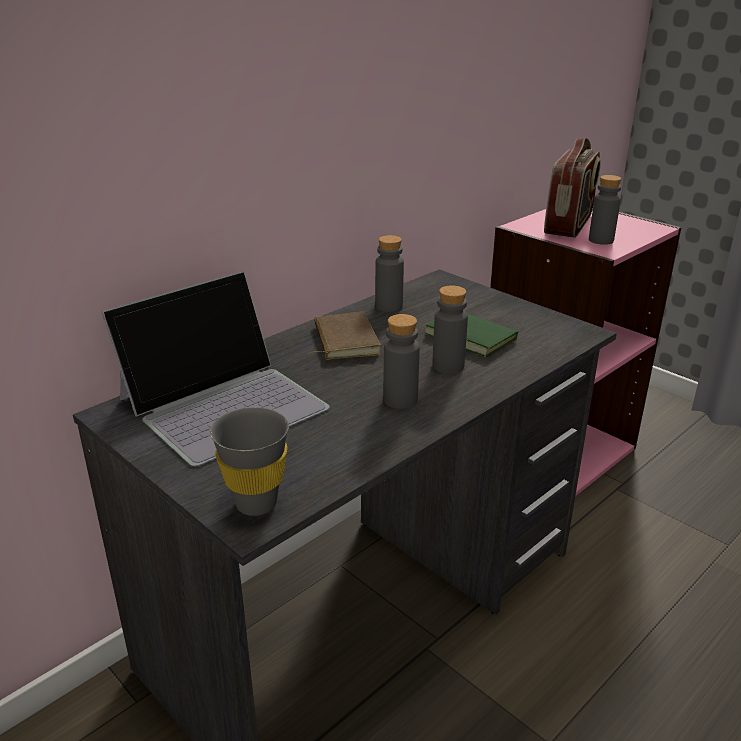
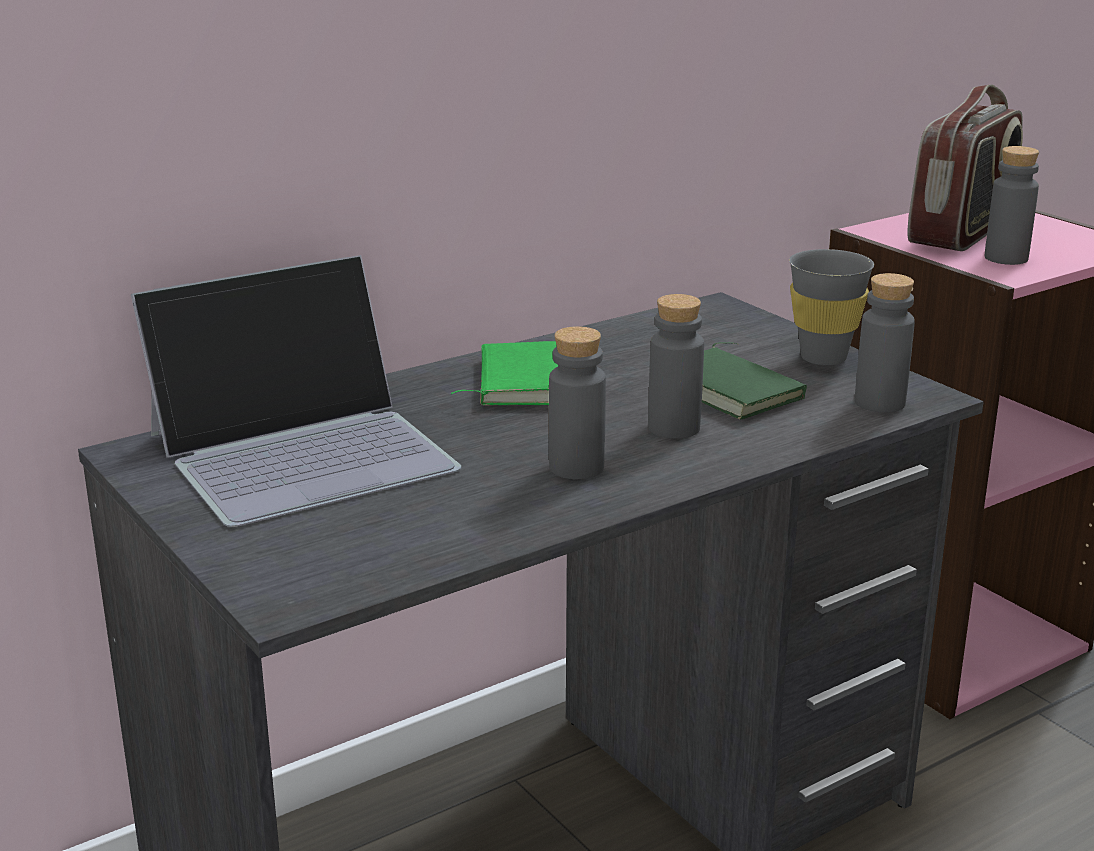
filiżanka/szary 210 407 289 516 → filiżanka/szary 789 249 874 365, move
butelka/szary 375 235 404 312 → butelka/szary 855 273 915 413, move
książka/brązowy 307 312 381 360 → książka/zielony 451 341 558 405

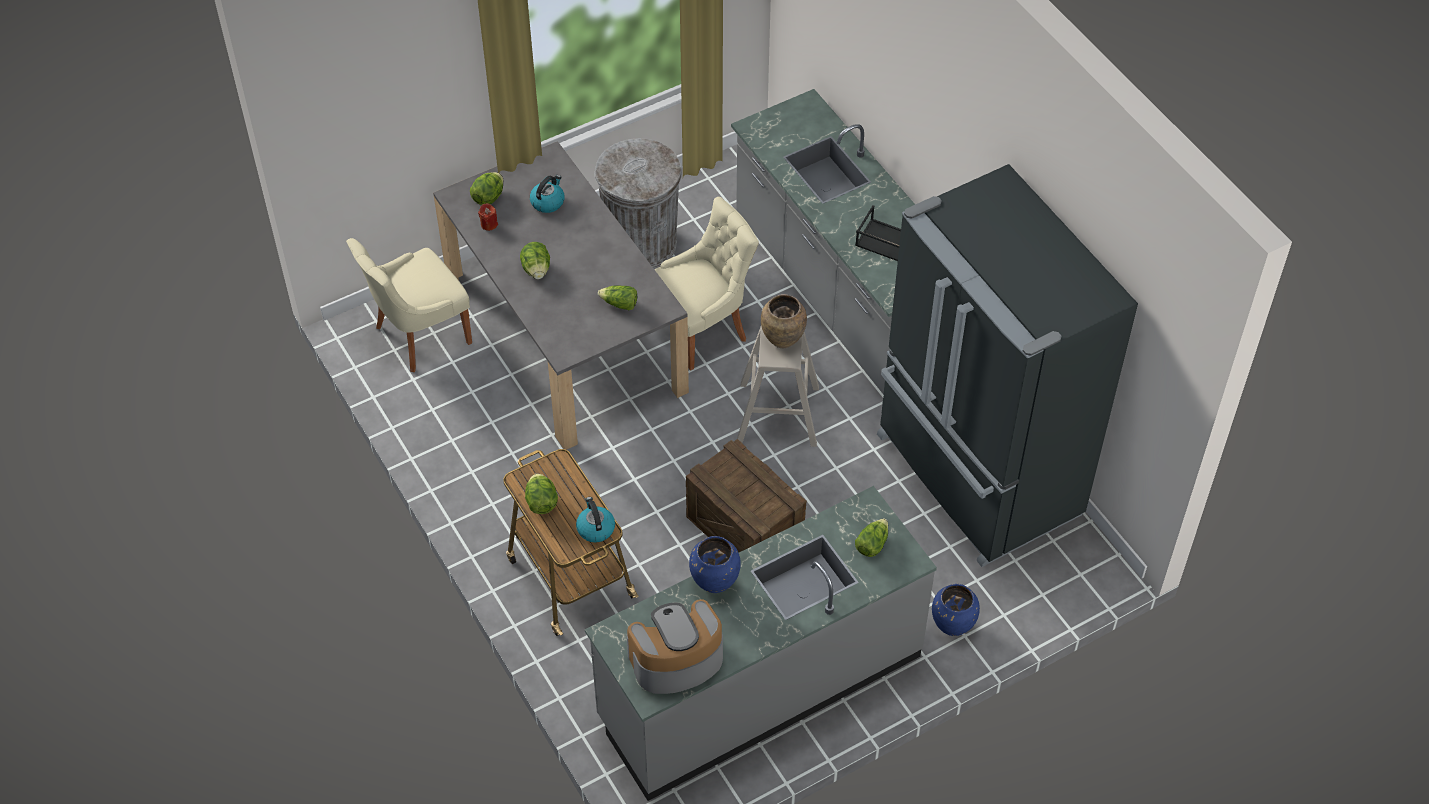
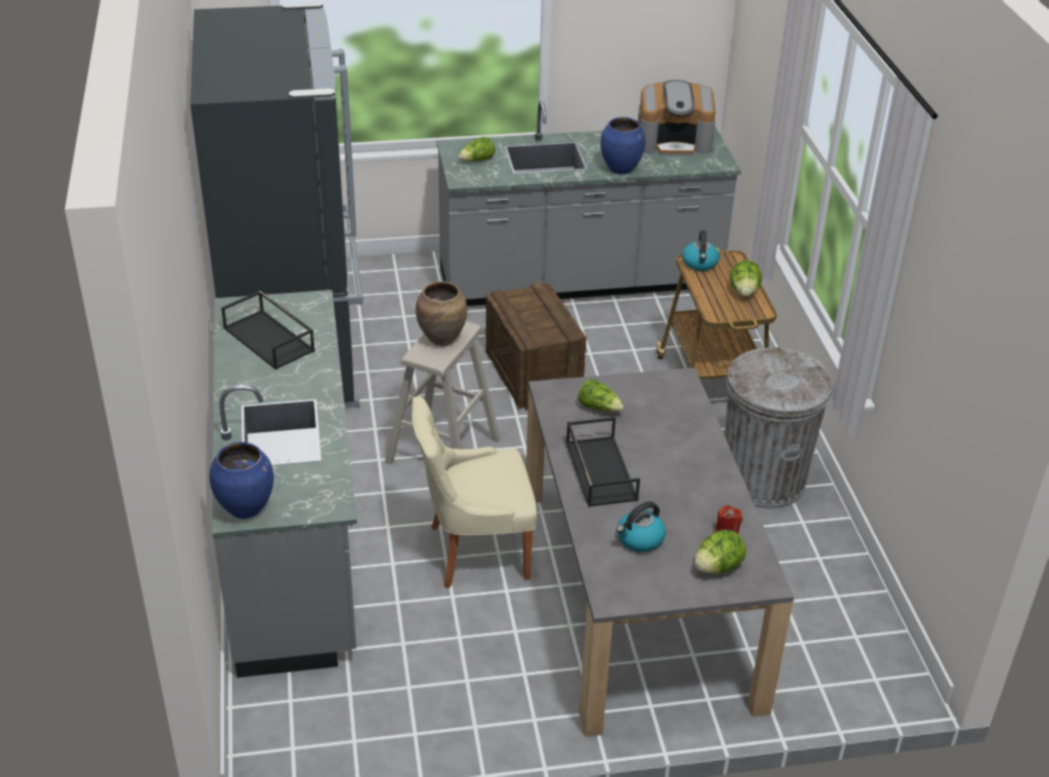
krzesło/beżowy 346 238 472 372 → -
sałata 520 242 550 279 → -
- → taca/czarny 566 417 640 507
kosz na śmieci/szary 594 138 682 268 → kosz na śmieci/szary 725 347 834 509, move
wazon/niebieski 932 584 980 636 → wazon/niebieski 209 442 274 519, move

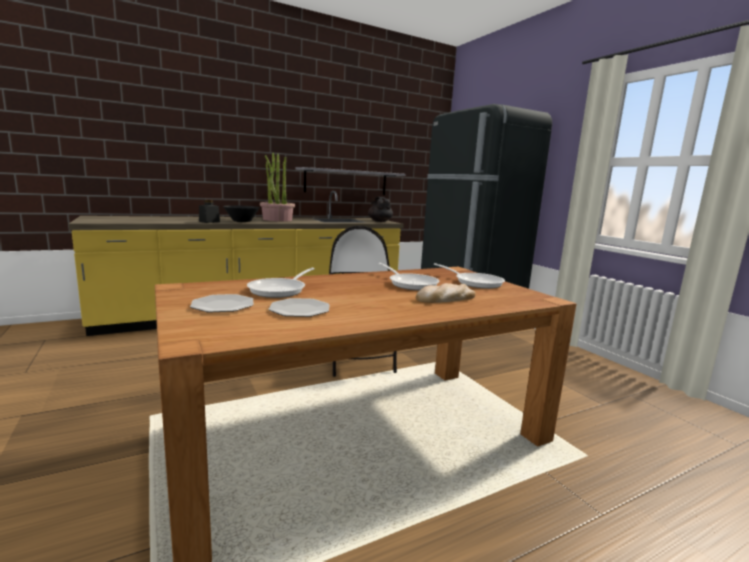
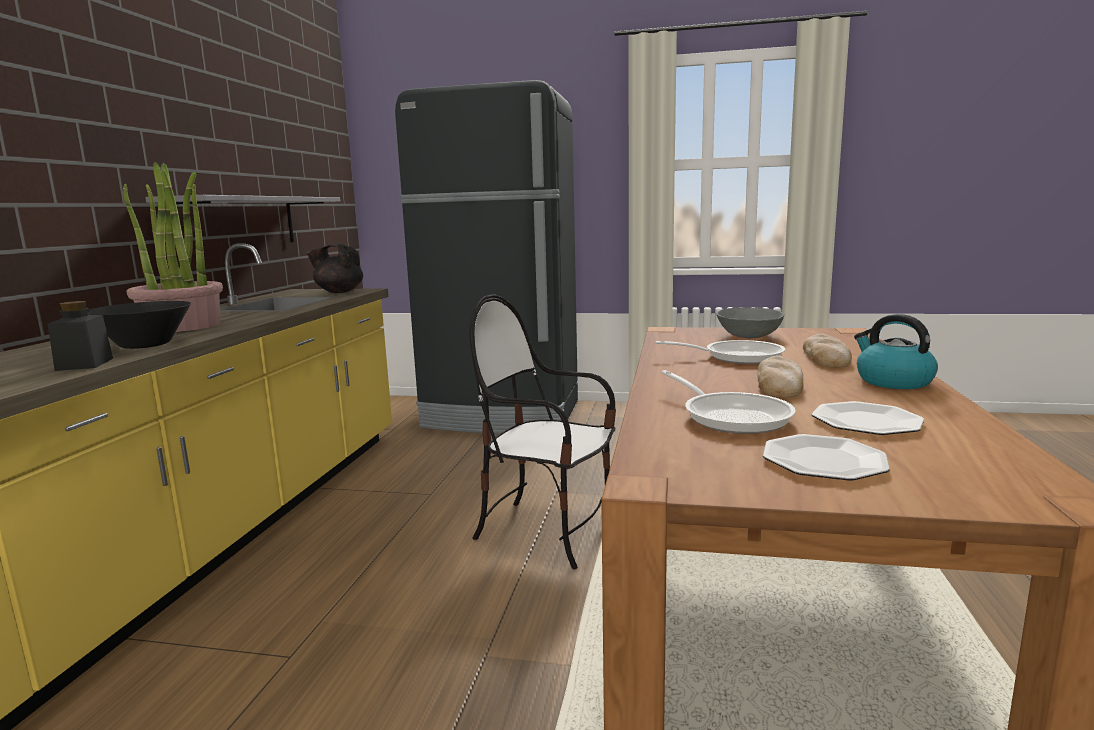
- → chleb 757 355 804 399
- → czajnik 854 314 938 389
patelnia 434 263 505 289 → miska/szary 716 307 784 338

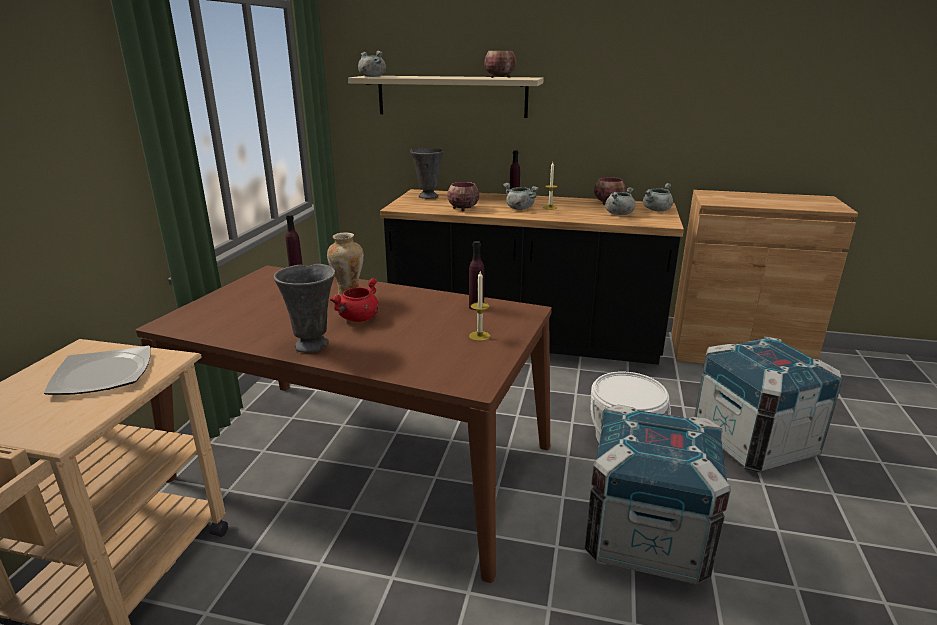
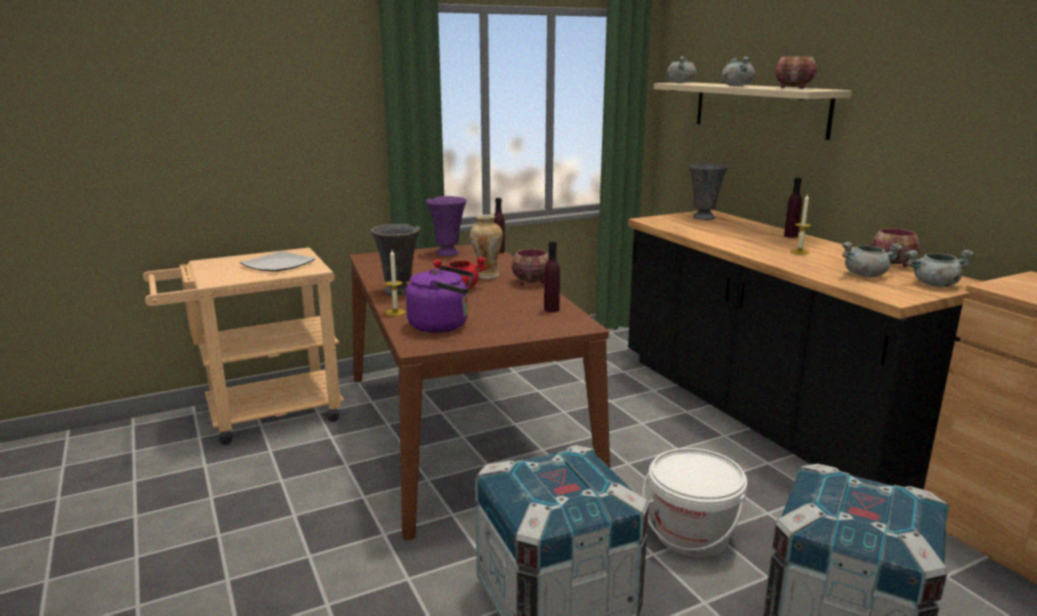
- → czajnik/fioletowy 406 265 473 333
- → wazon/fioletowy 426 196 467 256
miska 447 182 479 211 → miska 512 249 549 285, move
świeca 469 271 490 341 → świeca 385 250 406 316, move
garnek/szary 503 183 539 210 → garnek/szary 721 56 755 86, move

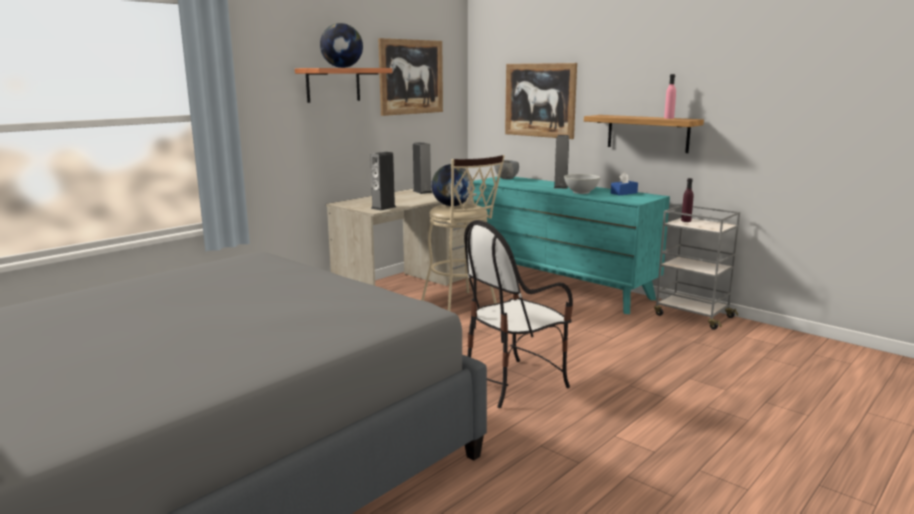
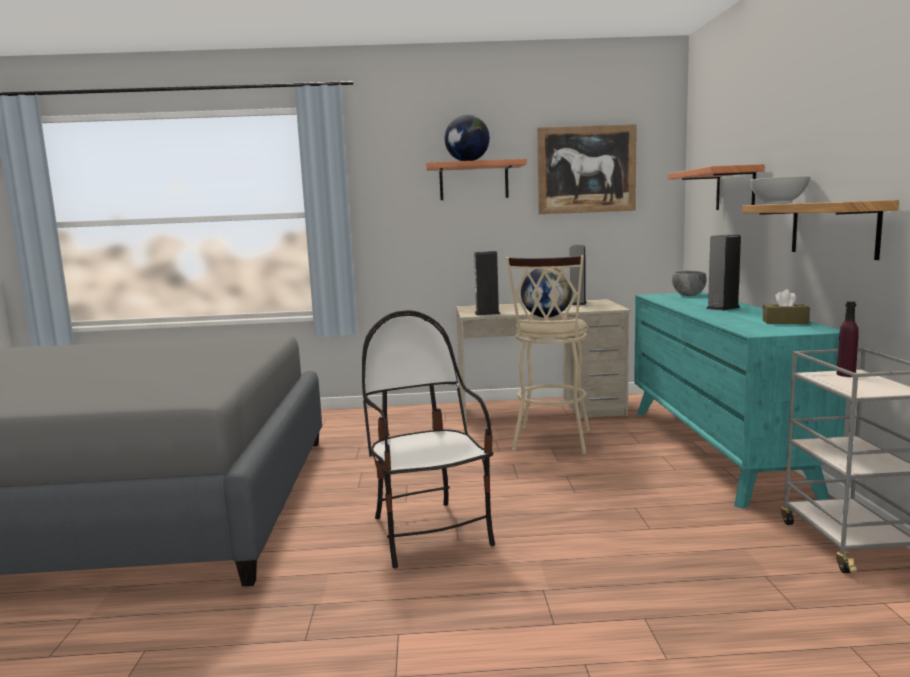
butelka/różowy 664 74 676 119 → -
miska/biały 564 174 600 194 → miska/biały 749 176 810 204, move
obraz 505 63 577 139 → półka 668 164 764 210
pudełko chusteczek/niebieski 611 172 638 195 → pudełko chusteczek/brązowy 763 289 810 324
krzesło 464 220 573 408 → krzesło 362 310 495 568, 60 degrees clockwise

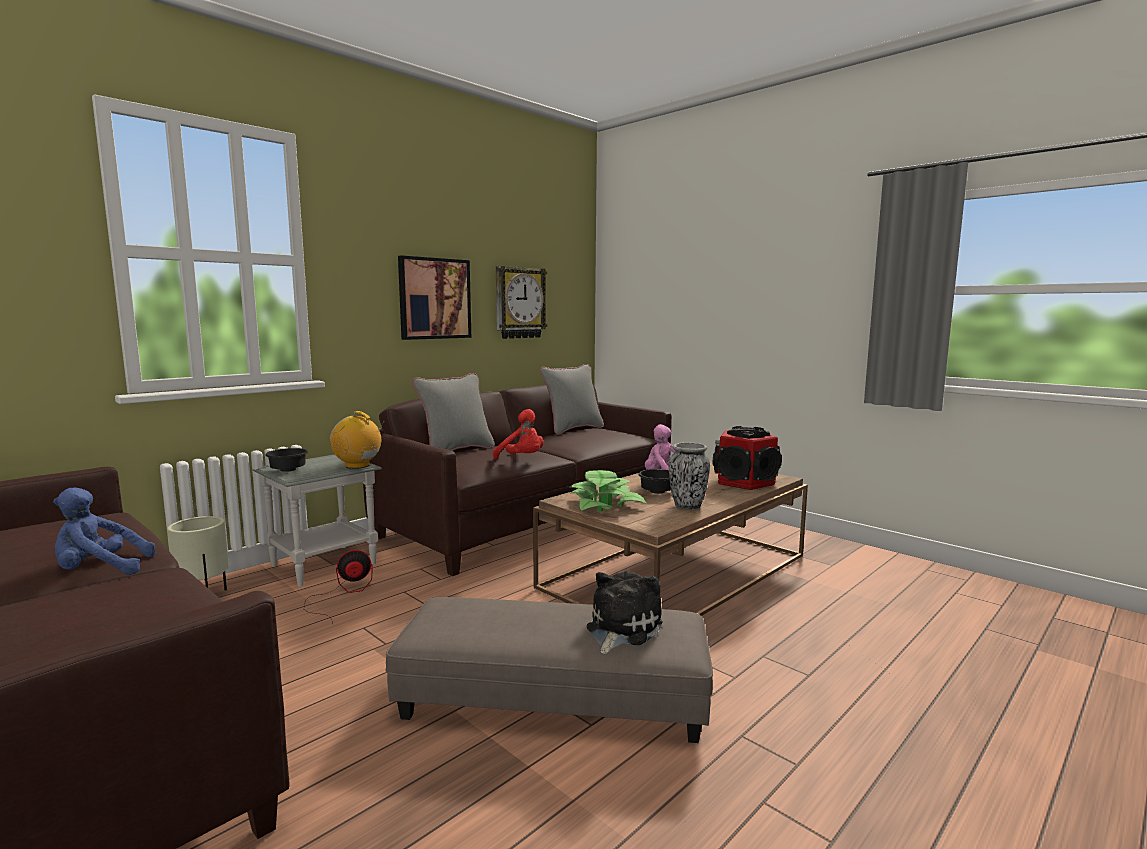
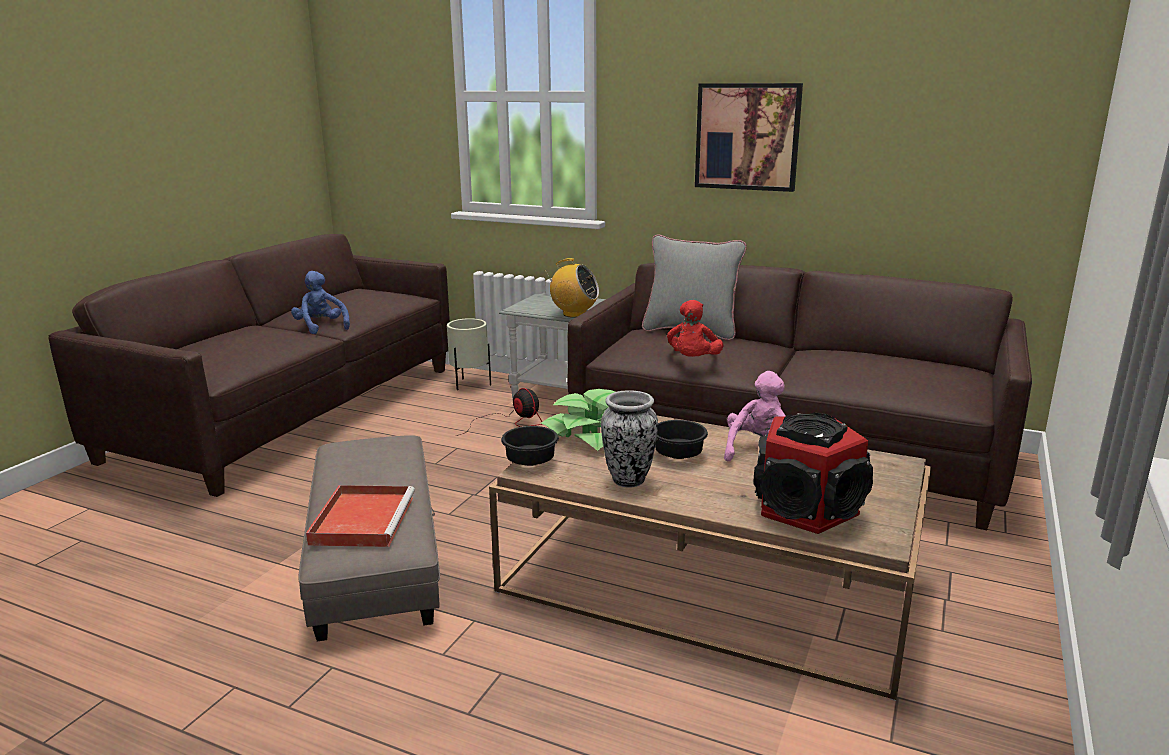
zegar ścienny 496 266 548 339 → -
poduszka/szary 540 364 604 435 → -
miska/czarny 265 448 308 472 → miska/czarny 501 426 559 466, move
pluszak 587 571 663 654 → taca/czerwony 306 485 415 547
radio 330 411 382 469 → radio 546 258 599 318, 105 degrees clockwise

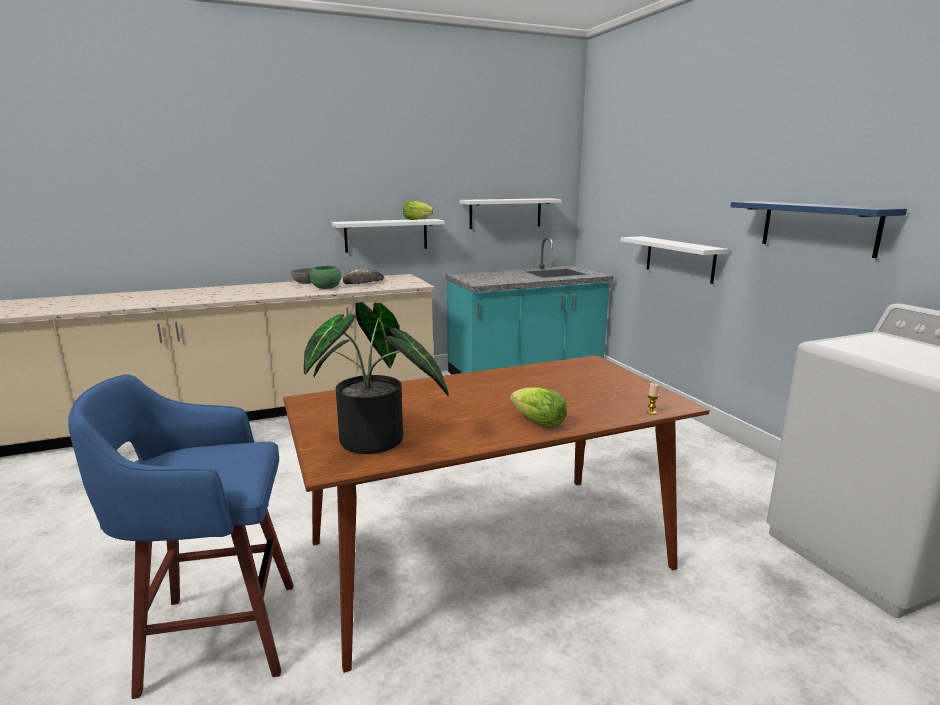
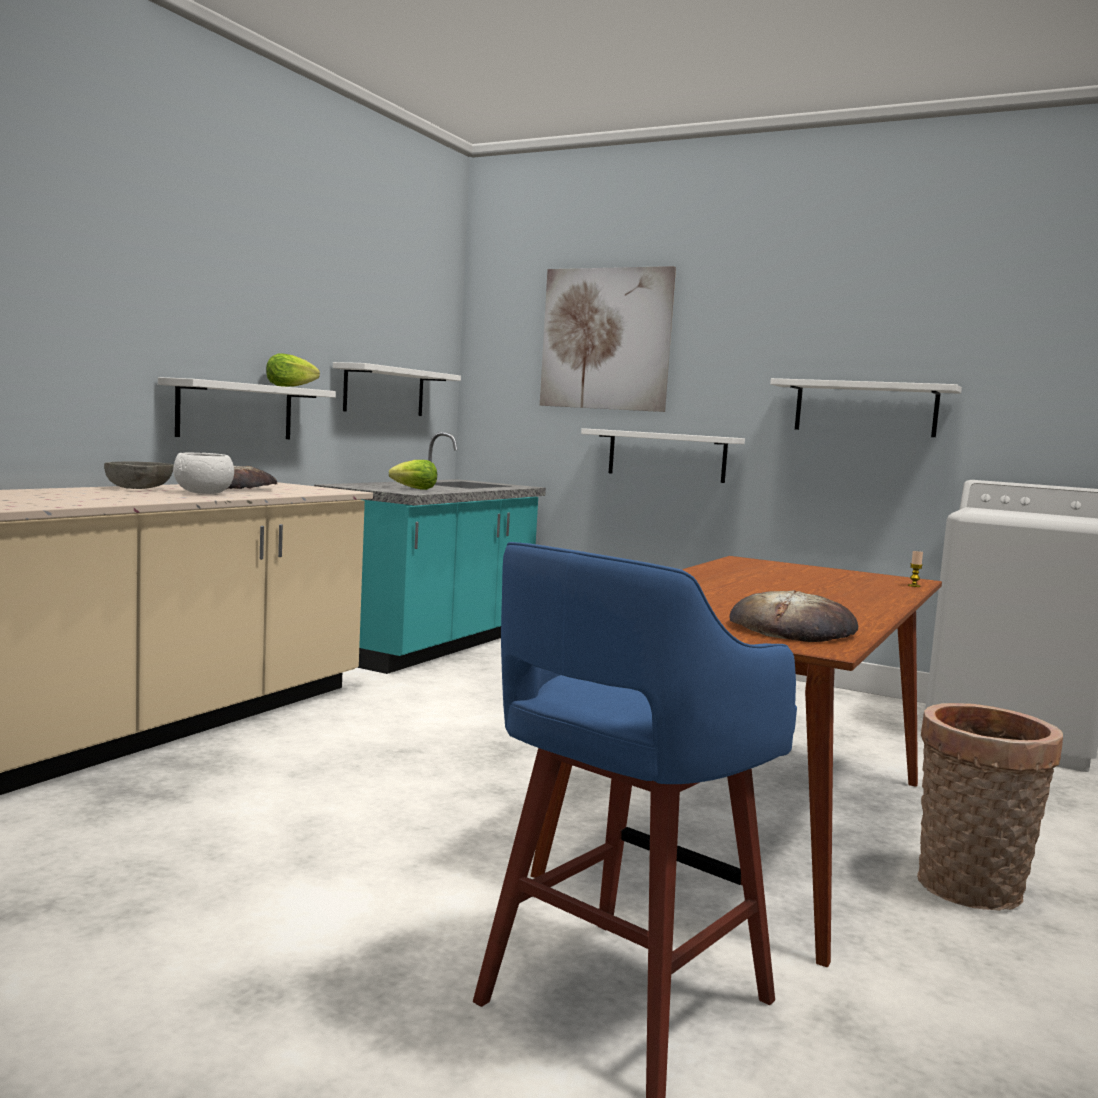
- → obraz 540 266 676 412
- → koszyk 917 703 1063 911
sałata 510 387 567 428 → sałata 389 460 437 490, move
roślina doniczkowa 304 302 449 454 → chleb 729 590 858 642
miska/zielony 310 266 341 289 → miska/biały 173 453 234 494
półka/niebieski 730 201 907 258 → półka/biały 770 378 962 437

